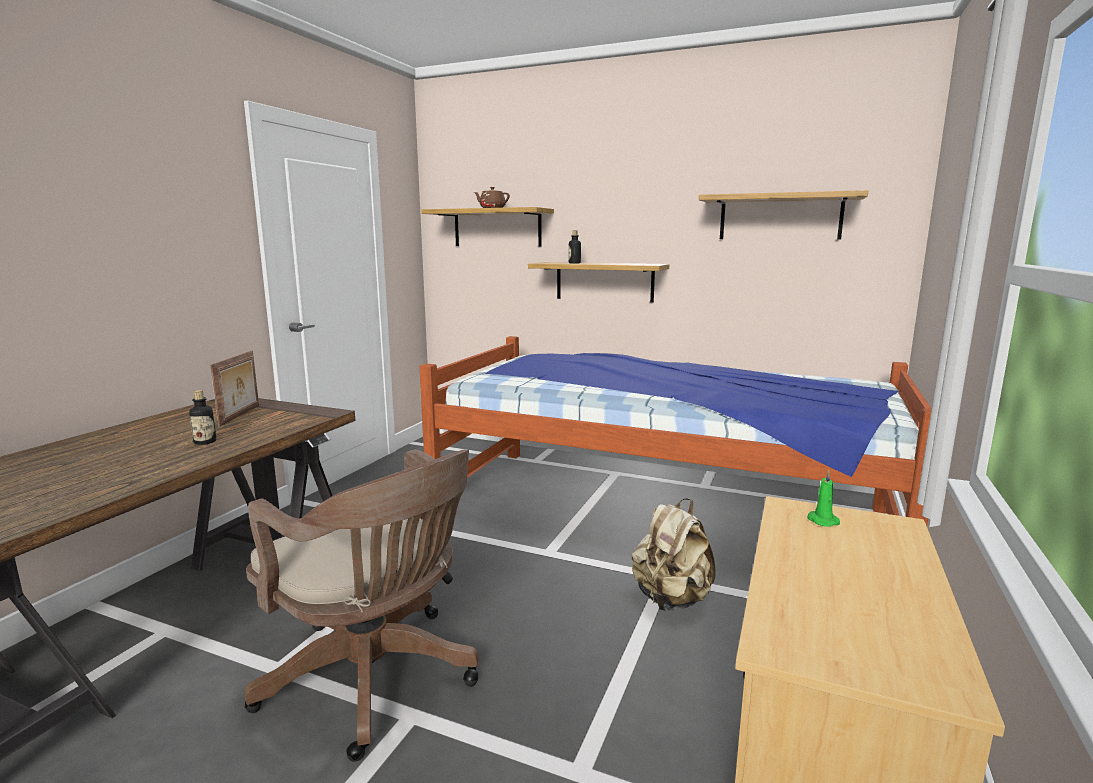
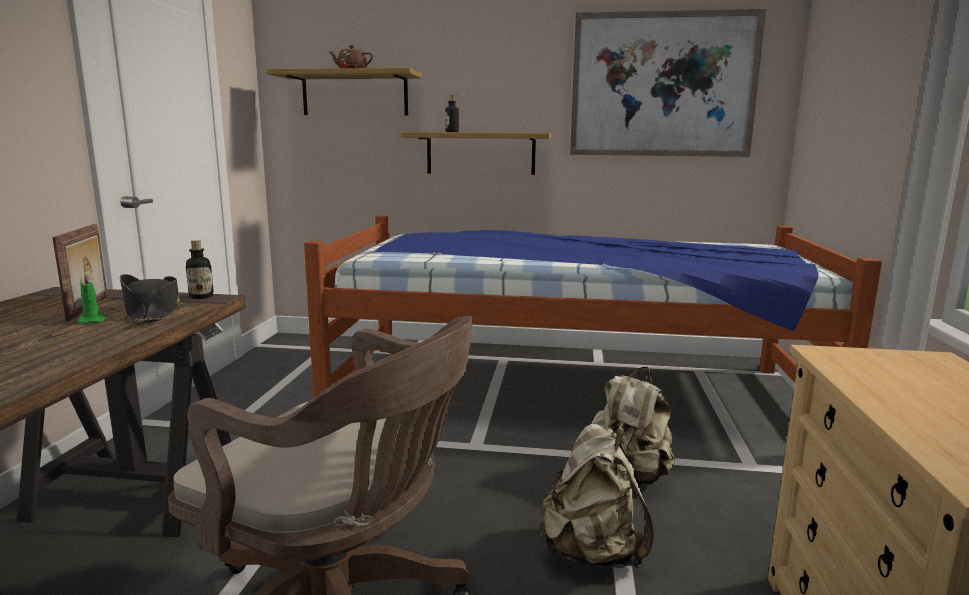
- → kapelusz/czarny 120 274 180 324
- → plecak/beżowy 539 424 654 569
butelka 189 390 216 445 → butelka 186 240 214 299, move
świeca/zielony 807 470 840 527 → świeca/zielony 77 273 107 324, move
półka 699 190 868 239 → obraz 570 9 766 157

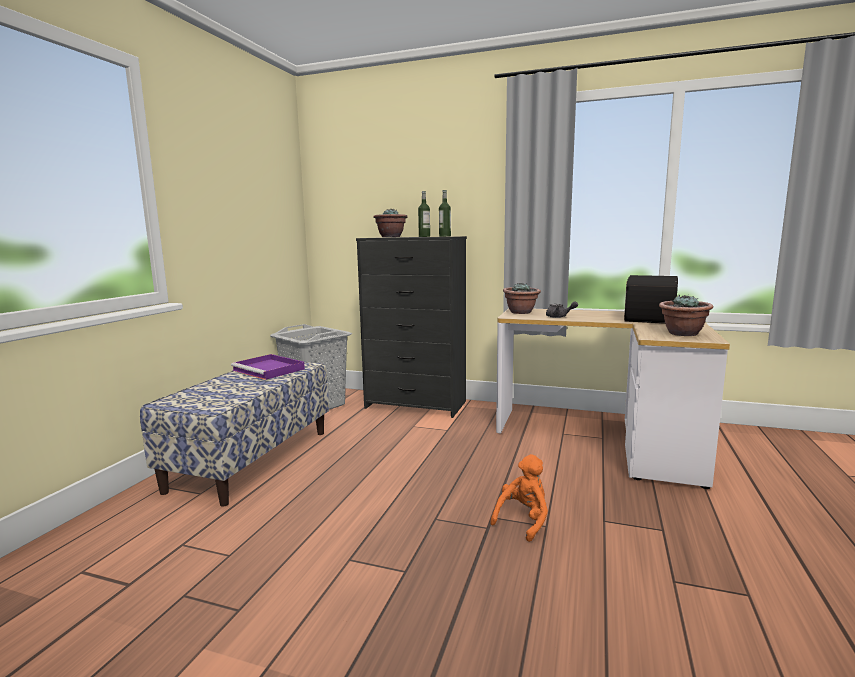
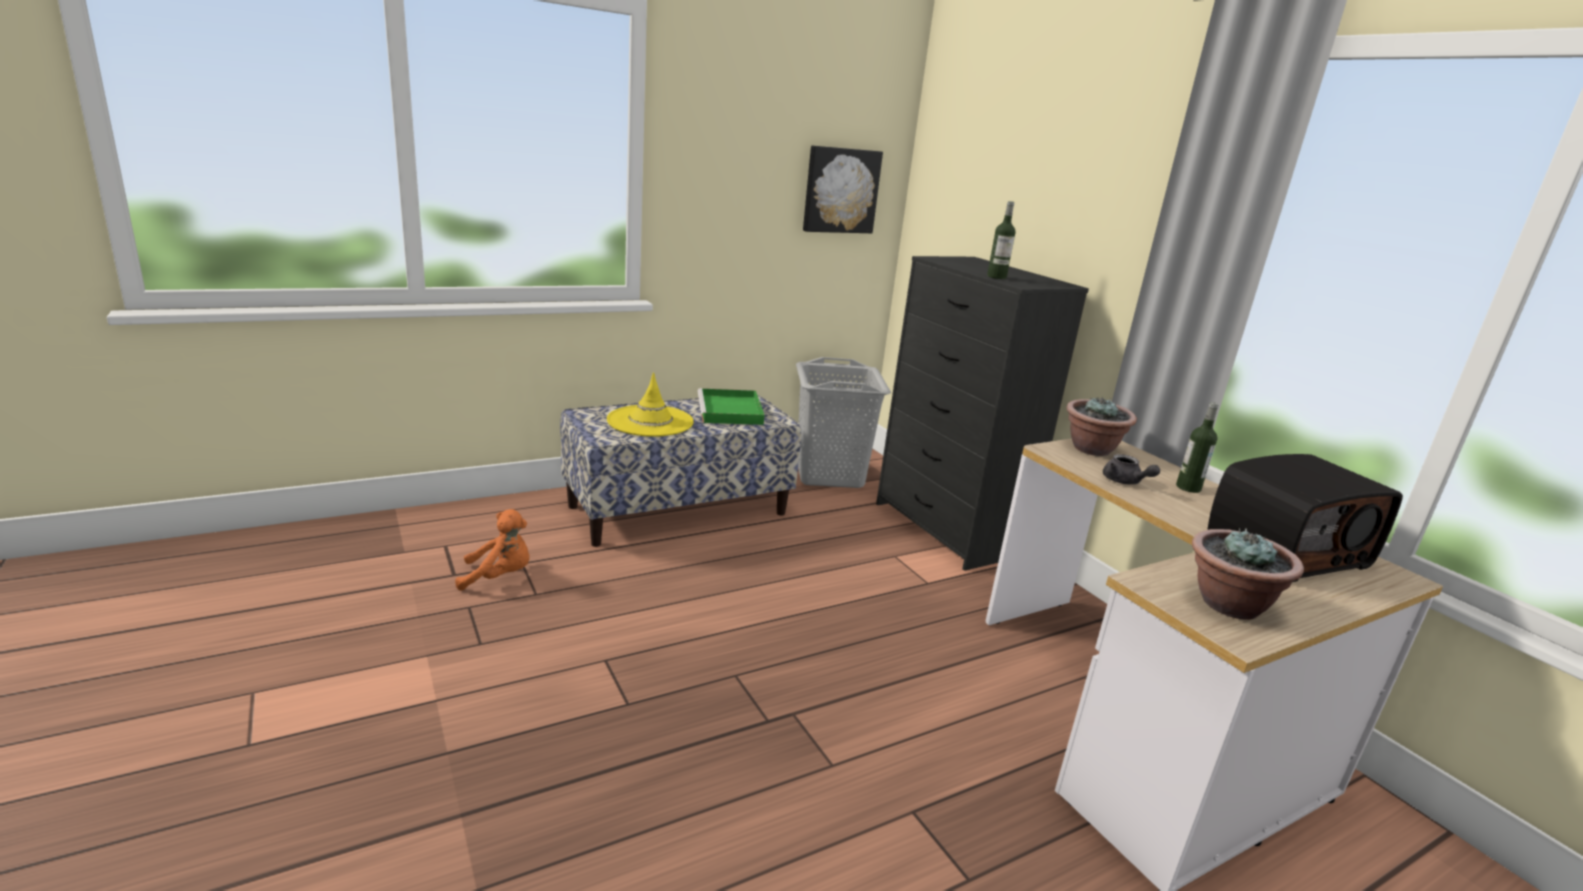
roślina doniczkowa 373 209 408 237 → -
- → kapelusz/żółty 607 372 694 437
- → obraz 803 145 883 233
butelka 439 190 451 237 → butelka 1176 402 1218 493, move
pluszak/pomarańczowy 490 454 548 542 → pluszak/pomarańczowy 455 509 529 591, move
taca/fioletowy 231 354 305 380 → taca/zielony 698 388 765 425

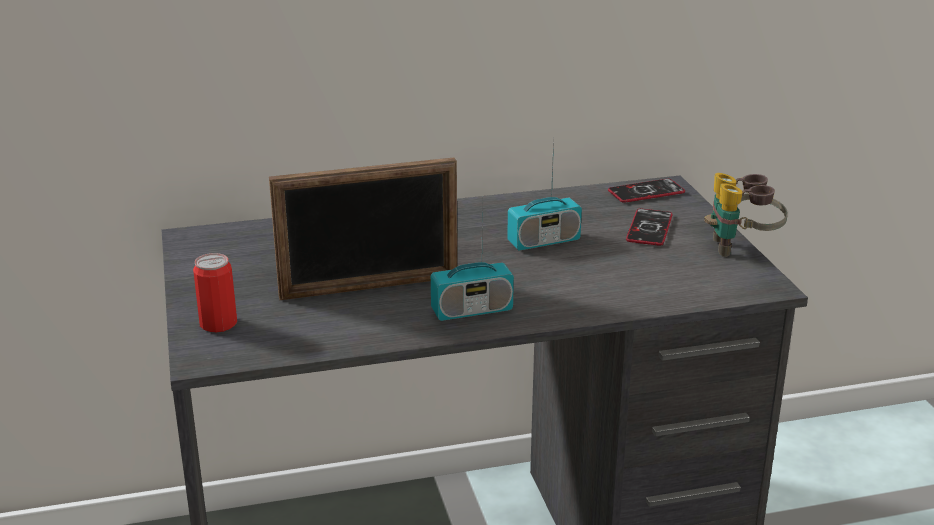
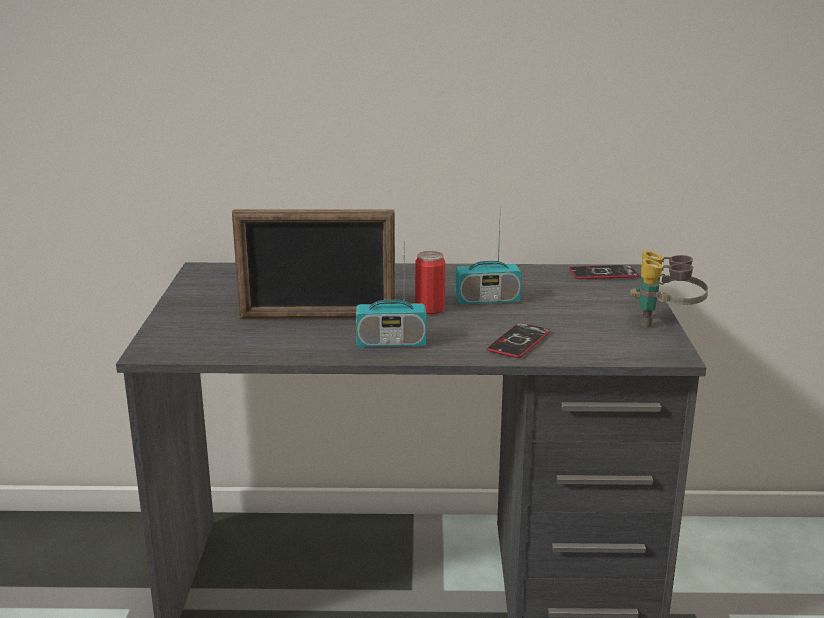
puszka 193 253 237 332 → puszka 415 251 445 314, move
telefon 626 209 673 246 → telefon 487 323 550 358, move

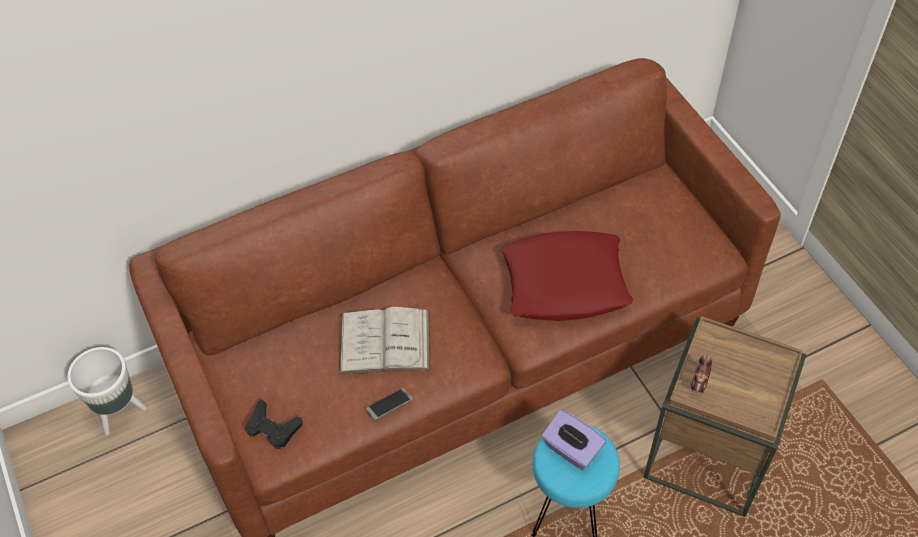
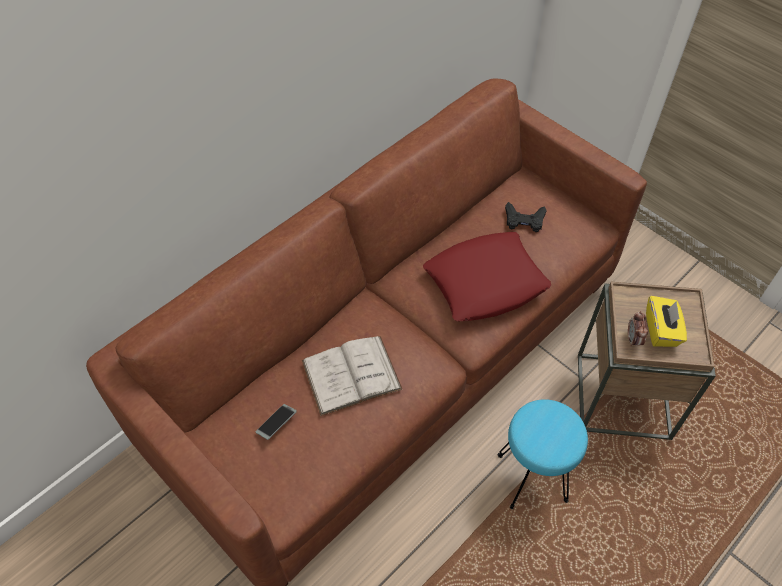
donica/biały 67 347 147 435 → -
pudełko chusteczek/fioletowy 542 410 606 470 → -
- → pudełko chusteczek/żółty 646 296 687 347
pad do gier/czarny 245 399 302 449 → pad do gier/czarny 505 202 547 232, move
telefon 366 388 413 420 → telefon 256 404 297 440, move

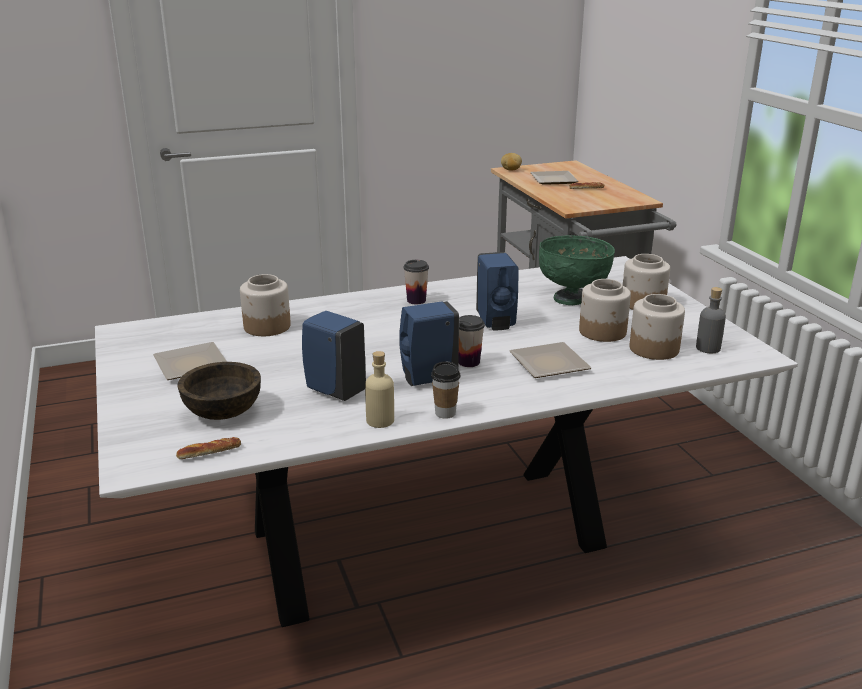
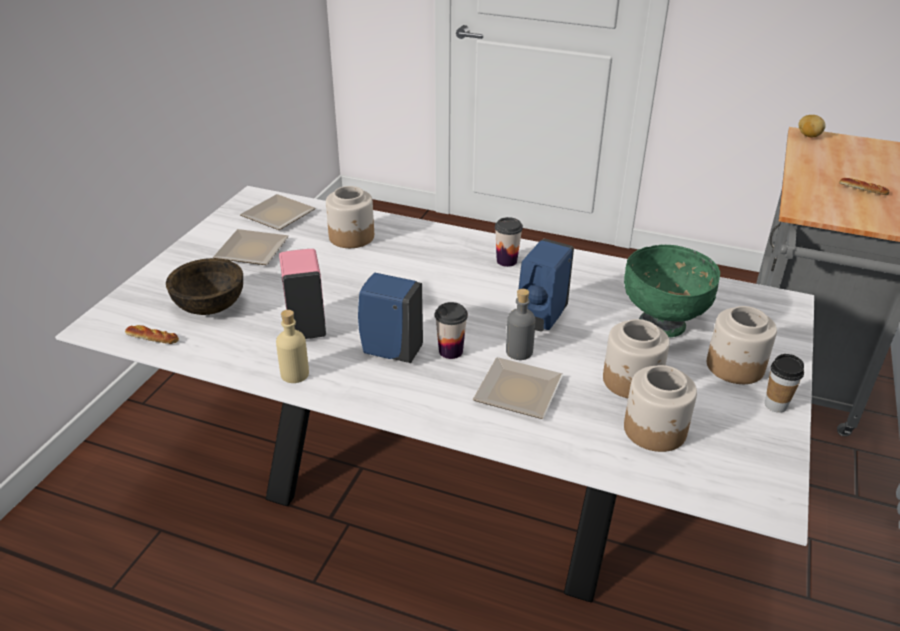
filiżanka 431 361 461 419 → filiżanka 765 354 804 413, move
talerz 530 171 579 185 → talerz 240 194 315 230, move
butelka/szary 696 287 726 353 → butelka/szary 506 289 536 360, move
dozownik mydła/niebieski 302 311 366 401 → dozownik mydła/różowy 279 249 326 339

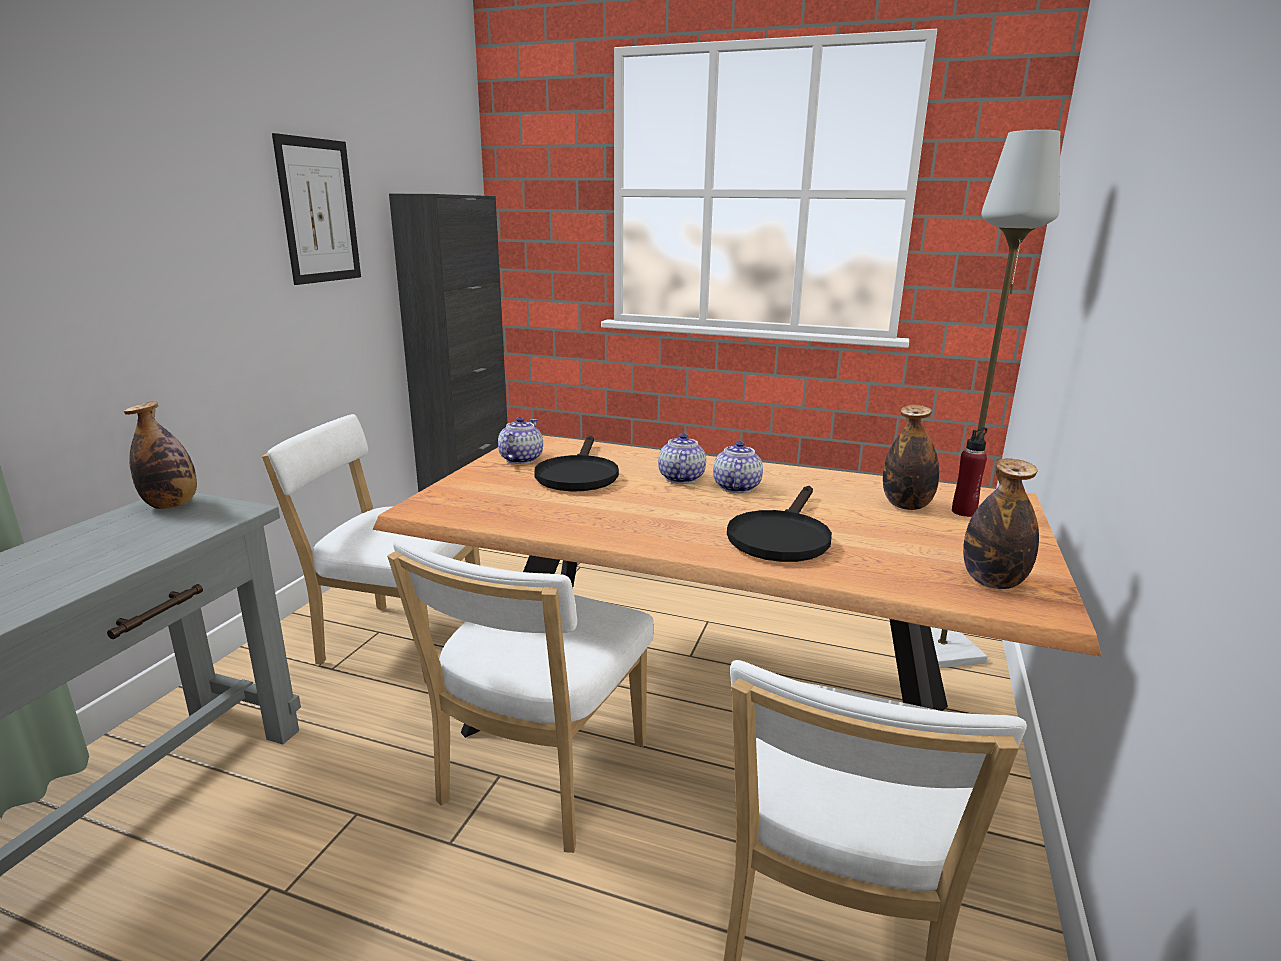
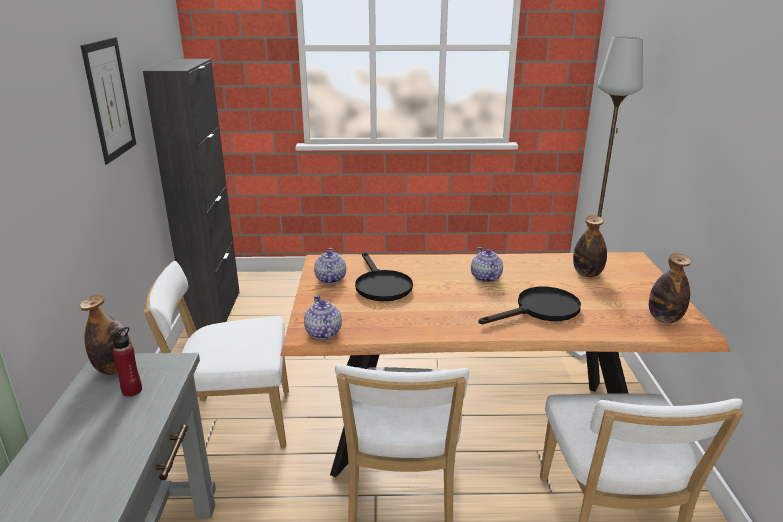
imbryk 658 433 706 484 → imbryk 304 295 342 339, move
butelka/czerwony 952 427 987 517 → butelka/czerwony 112 327 142 397, move
patelnia/czarny 727 486 832 562 → patelnia/czarny 478 287 581 324, 120 degrees counterclockwise

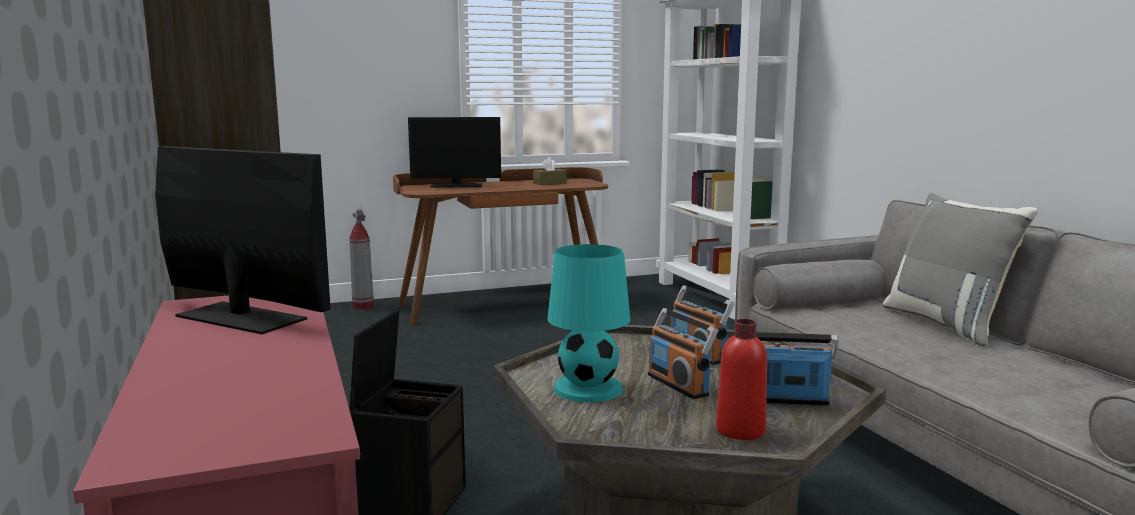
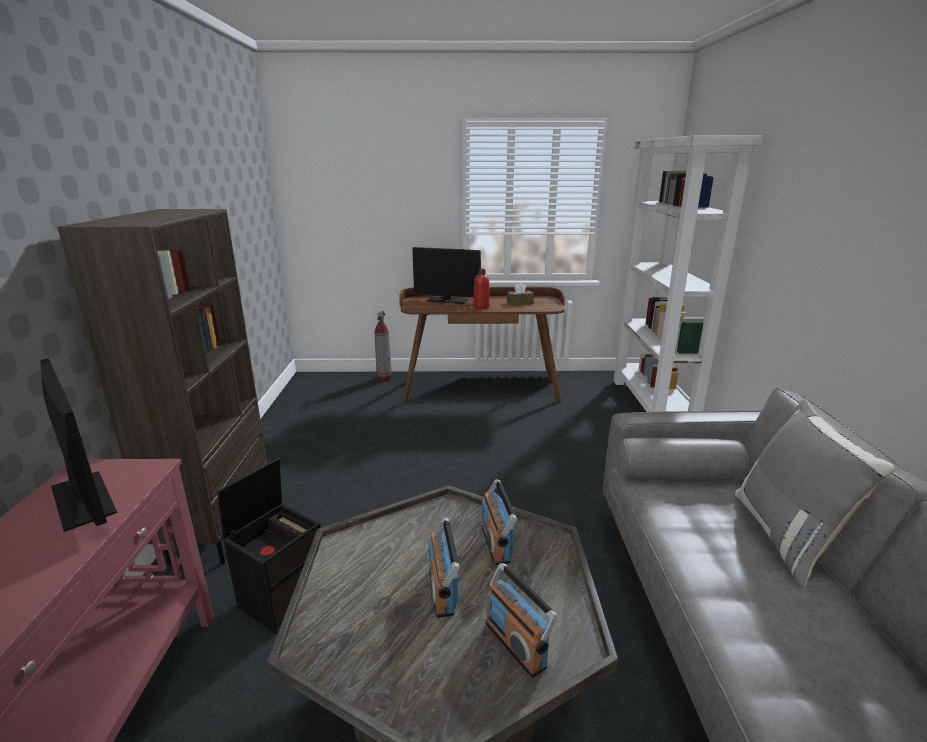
lampa stołowa/turkusowy 547 244 630 402 → -
butelka/czerwony 716 319 767 440 → butelka/czerwony 473 269 490 309, move
radio 756 332 839 406 → radio 485 563 558 678, 150 degrees counterclockwise

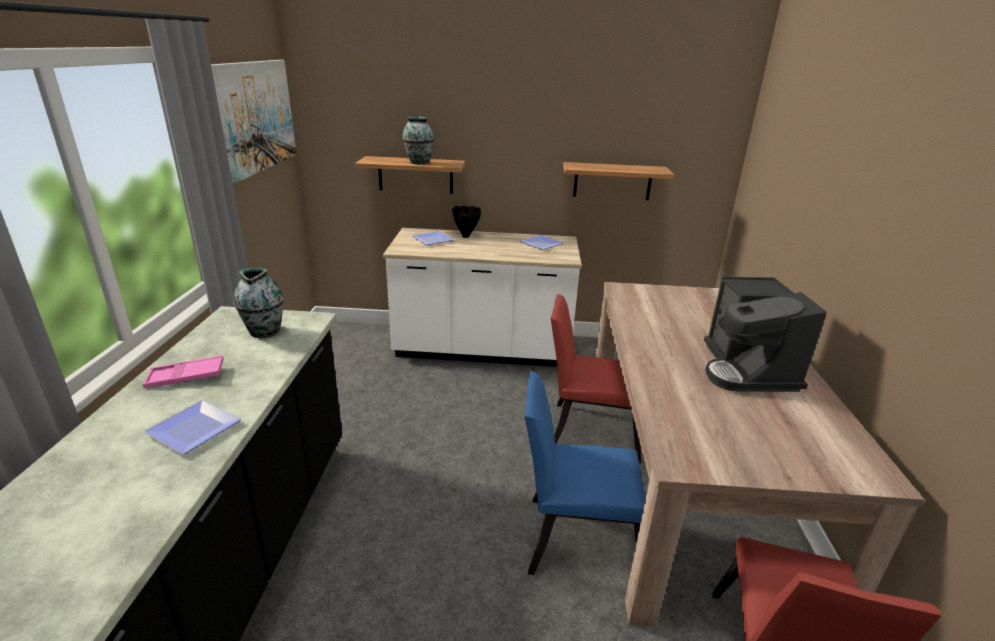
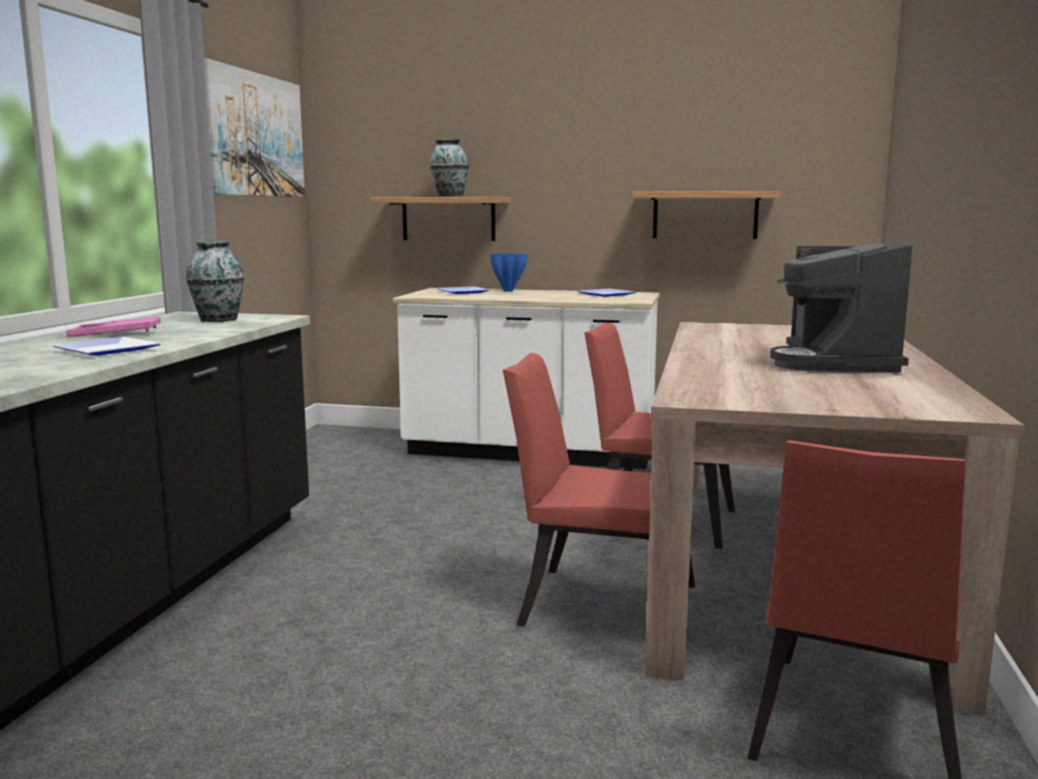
wazon/czarny 452 206 481 238 → wazon/niebieski 490 253 528 292
krzesło/niebieski 525 371 646 575 → krzesło/czerwony 503 353 695 626

